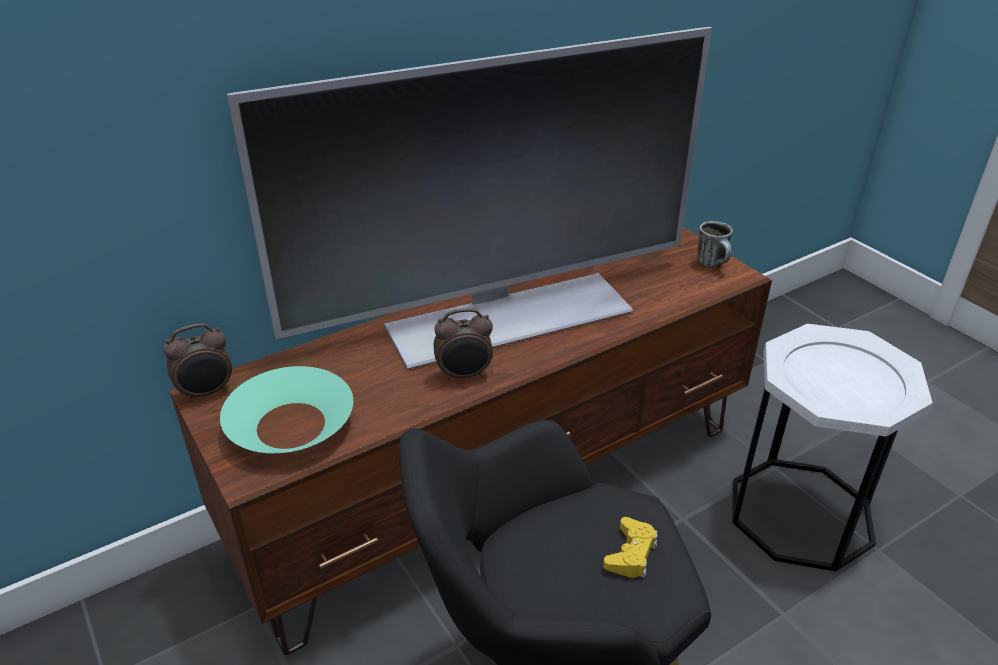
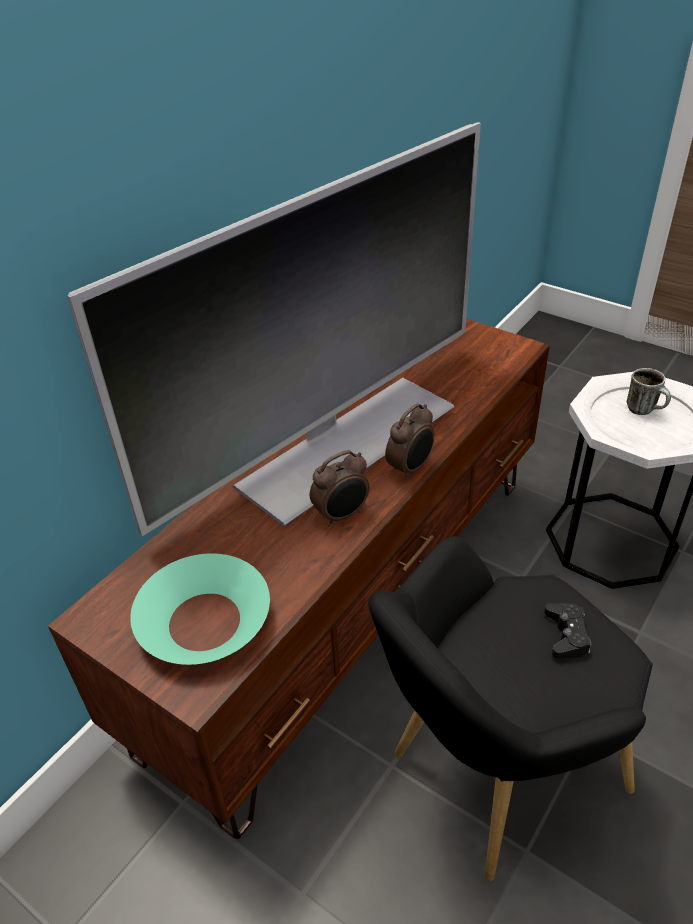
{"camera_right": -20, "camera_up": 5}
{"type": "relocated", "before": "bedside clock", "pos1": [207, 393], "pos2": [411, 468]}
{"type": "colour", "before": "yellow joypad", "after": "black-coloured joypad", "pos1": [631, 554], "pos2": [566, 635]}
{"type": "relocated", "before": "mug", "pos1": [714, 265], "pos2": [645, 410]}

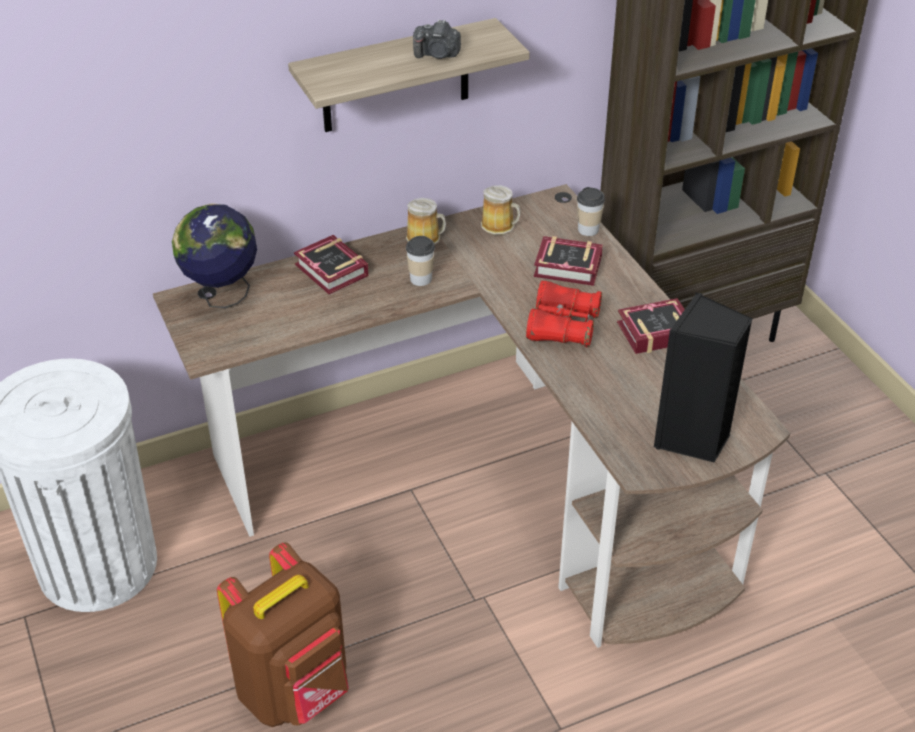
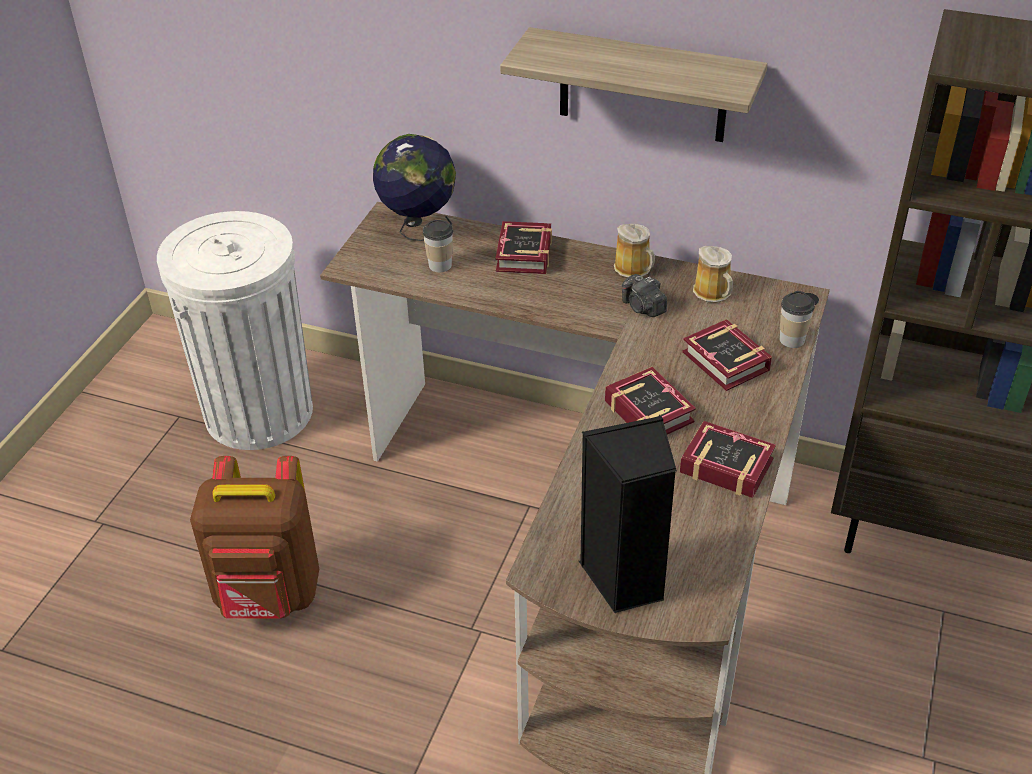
{"camera_right": 45, "camera_up": 0}
{"type": "relocated", "before": "drinking cup", "pos1": [421, 279], "pos2": [440, 265]}
{"type": "relocated", "before": "still camera", "pos1": [437, 55], "pos2": [643, 307]}
{"type": "exchanged", "before": "red binoculars", "after": "bound book", "pos1": [563, 326], "pos2": [648, 409]}

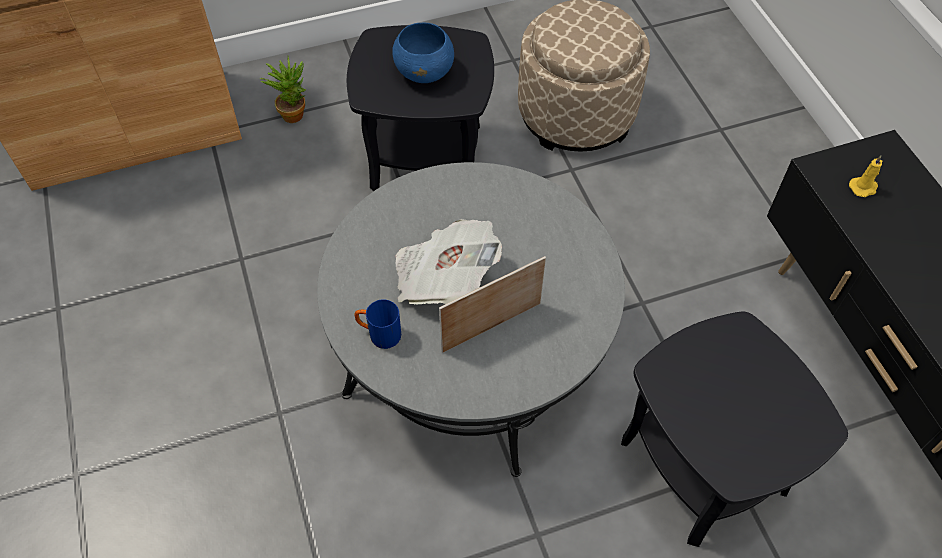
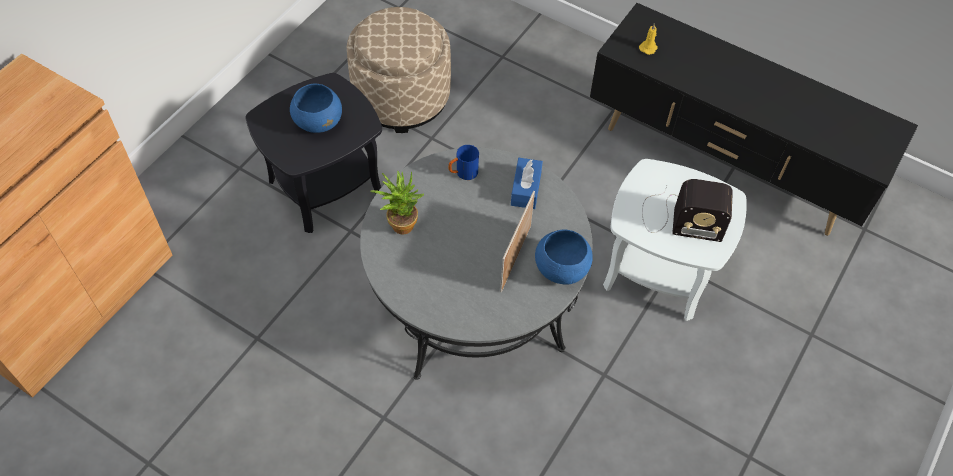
{"camera_right": -40, "camera_up": 0}
{"type": "relocated", "before": "potted plant", "pos1": [293, 112], "pos2": [400, 222]}
{"type": "relocated", "before": "blue mug", "pos1": [379, 334], "pos2": [463, 173]}
{"type": "missing", "before": "daily paper", "pos1": [444, 278]}
{"type": "colour", "before": "black-coloured accent table", "after": "white-coloured accent table", "pos1": [703, 466], "pos2": [659, 272]}
{"type": "appeared", "after": "blue box of tissues", "pos2": [526, 189]}
{"type": "appeared", "after": "blue bowl", "pos2": [561, 269]}
{"type": "appeared", "after": "radio set", "pos2": [679, 218]}

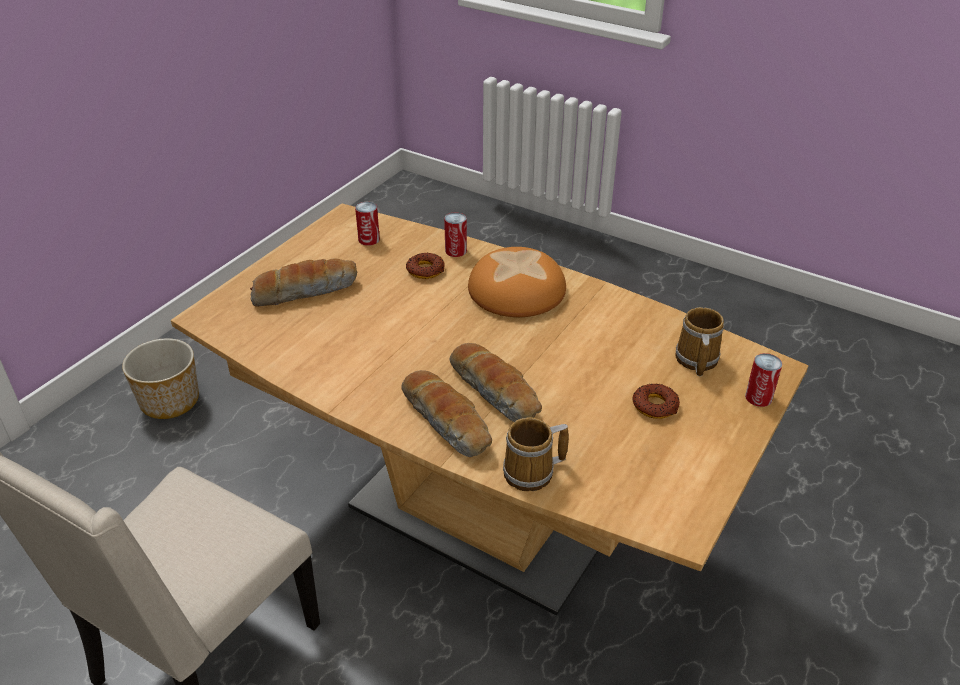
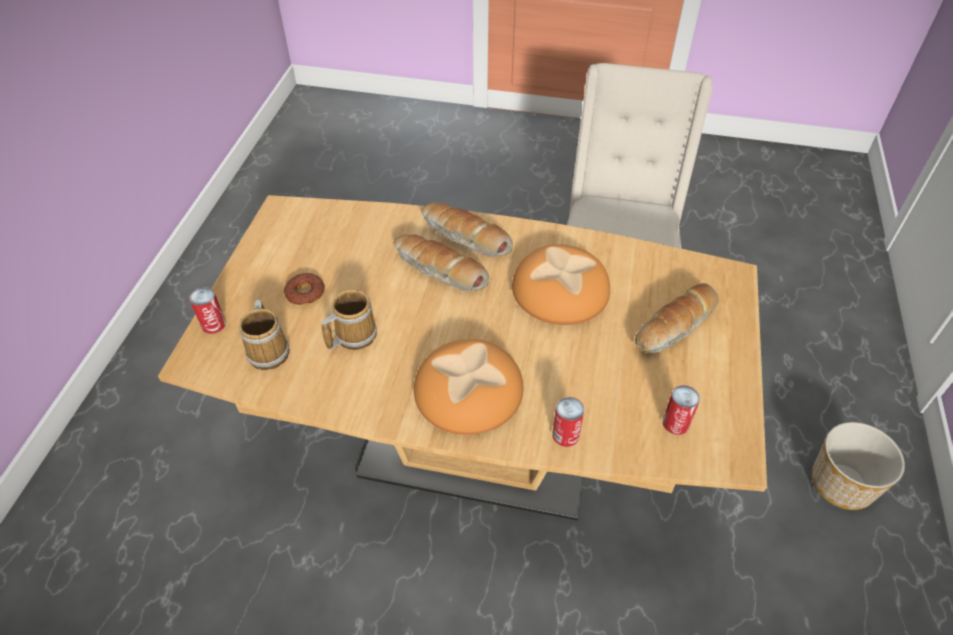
{"camera_right": 160, "camera_up": 10}
{"type": "missing", "before": "doughnut", "pos1": [425, 270]}
{"type": "relocated", "before": "mug", "pos1": [532, 473], "pos2": [352, 335]}
{"type": "appeared", "after": "bakery bread", "pos2": [559, 290]}

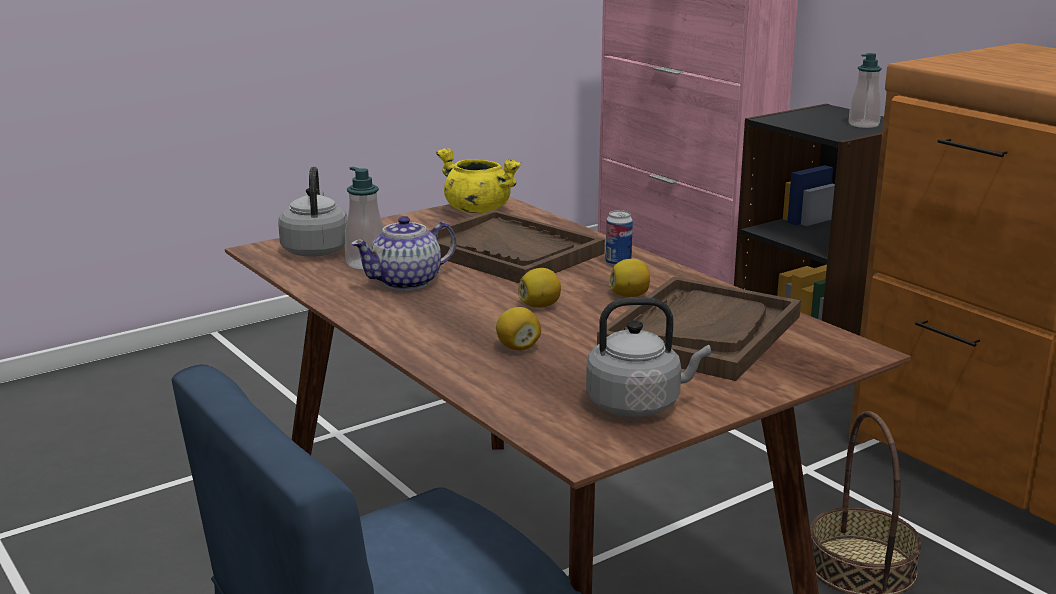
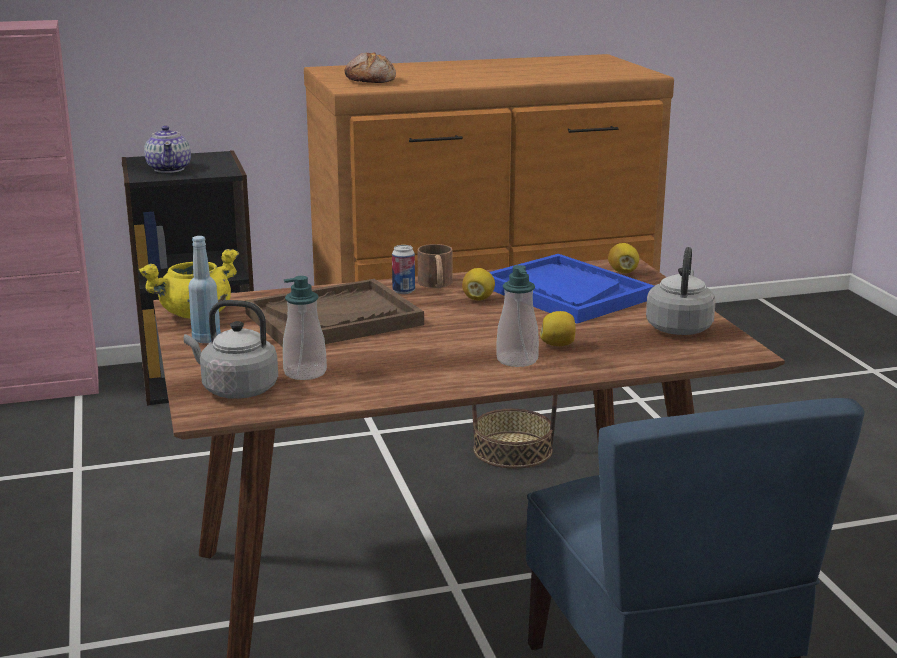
{"camera_right": -70, "camera_up": 0}
{"type": "relocated", "before": "tea pot", "pos1": [407, 282], "pos2": [169, 169]}
{"type": "relocated", "before": "whole lemon", "pos1": [540, 306], "pos2": [623, 272]}
{"type": "colour", "before": "brownish carrying tray", "after": "blue carrying tray", "pos1": [701, 332], "pos2": [566, 292]}
{"type": "relocated", "before": "soap bottle", "pos1": [863, 125], "pos2": [517, 360]}
{"type": "appeared", "after": "blue drink bottle", "pos2": [206, 339]}
{"type": "appeared", "after": "bakery bread", "pos2": [371, 81]}
{"type": "appeared", "after": "brownish mug", "pos2": [436, 285]}

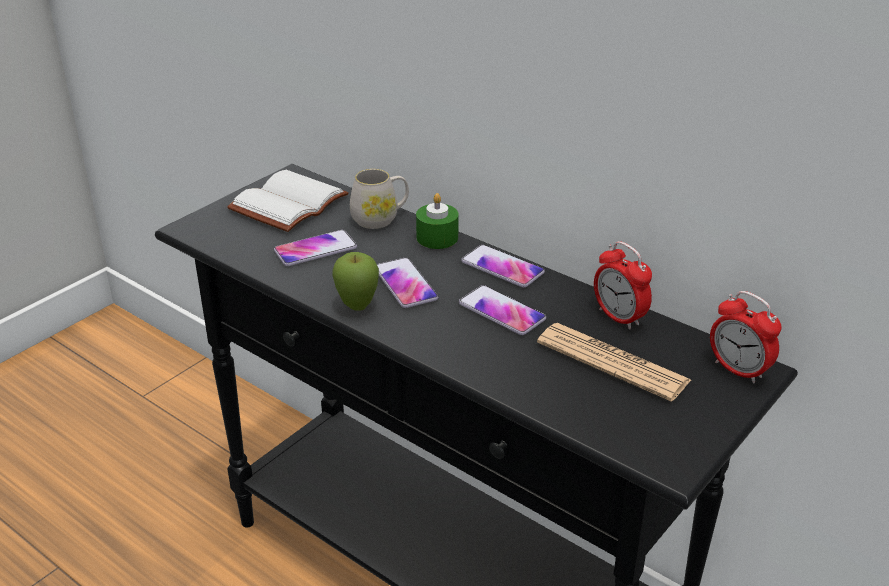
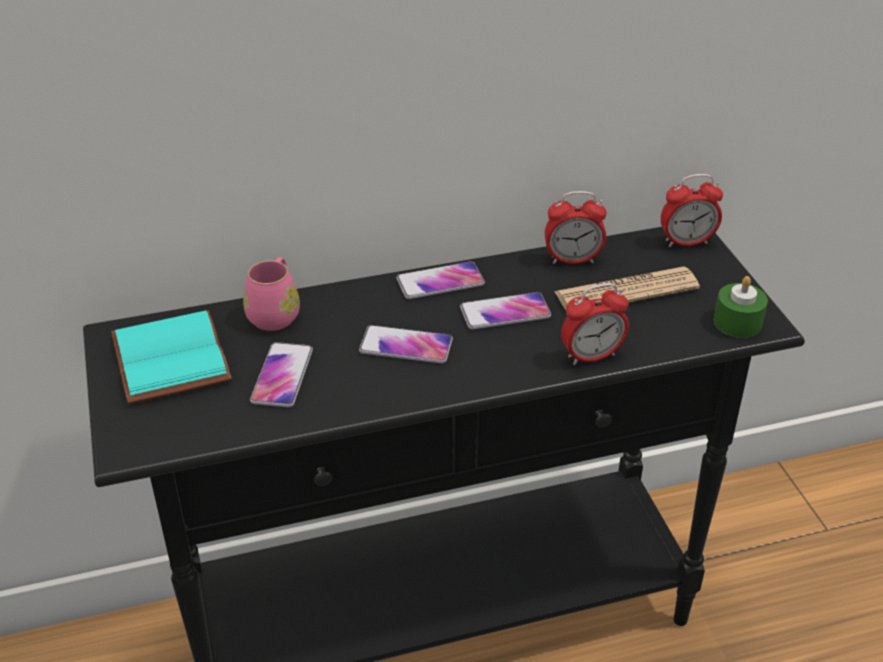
{"camera_right": -55, "camera_up": 5}
{"type": "colour", "before": "white-coloured bound book", "after": "turquoise-coloured bound book", "pos1": [287, 202], "pos2": [166, 358]}
{"type": "missing", "before": "apple", "pos1": [357, 307]}
{"type": "colour", "before": "white-coloured mug", "after": "pink mug", "pos1": [380, 218], "pos2": [275, 313]}
{"type": "relocated", "before": "green-coloured wax light", "pos1": [437, 237], "pos2": [737, 322]}
{"type": "appeared", "after": "bedside clock", "pos2": [591, 356]}

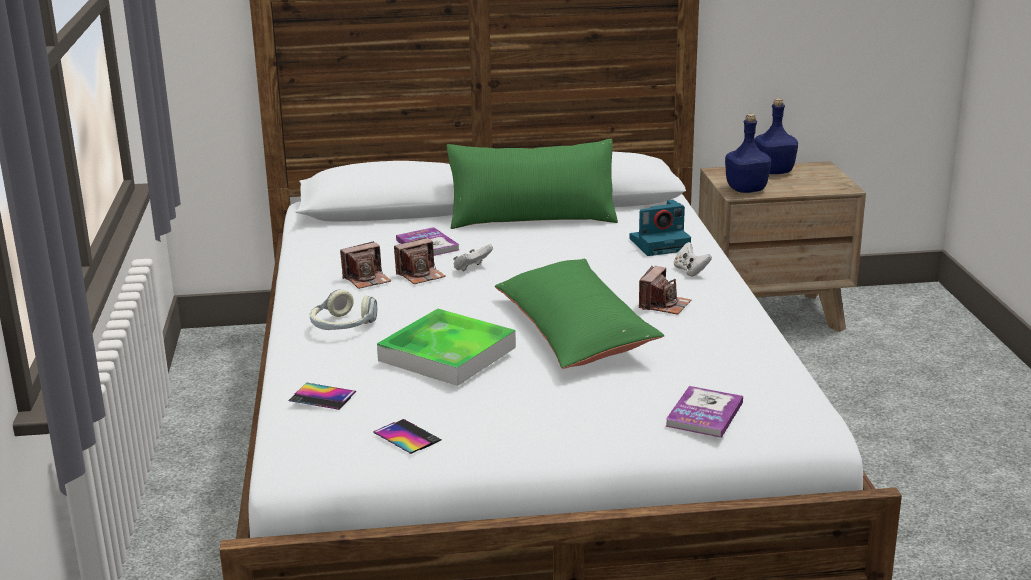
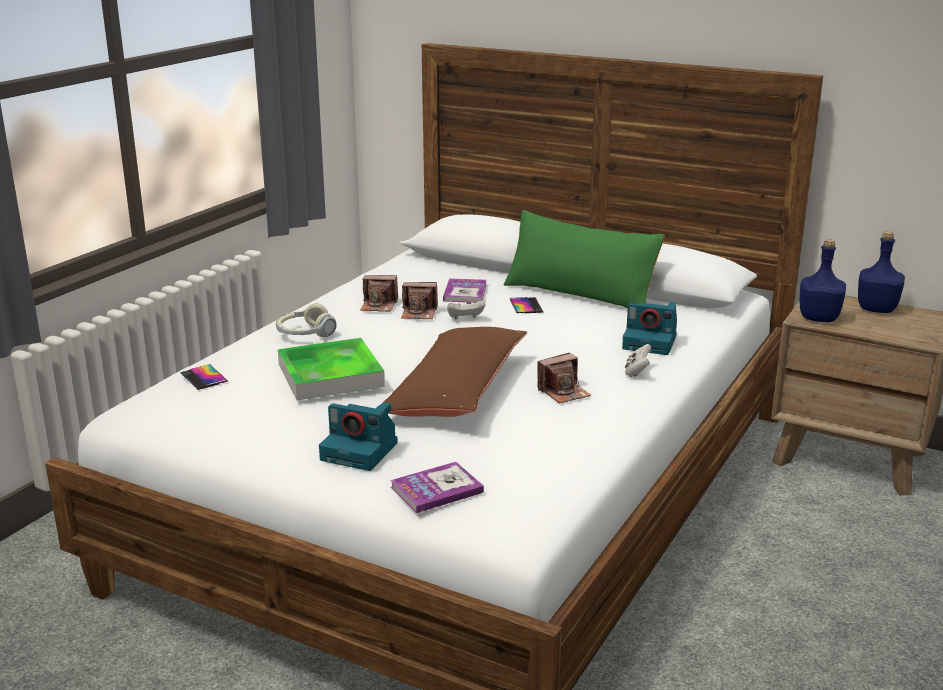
{"camera_right": 35, "camera_up": 0}
{"type": "relocated", "before": "phone", "pos1": [407, 437], "pos2": [526, 305]}
{"type": "colour", "before": "green-coloured cushion", "after": "brownish cushion", "pos1": [574, 332], "pos2": [456, 390]}
{"type": "appeared", "after": "still camera", "pos2": [361, 451]}

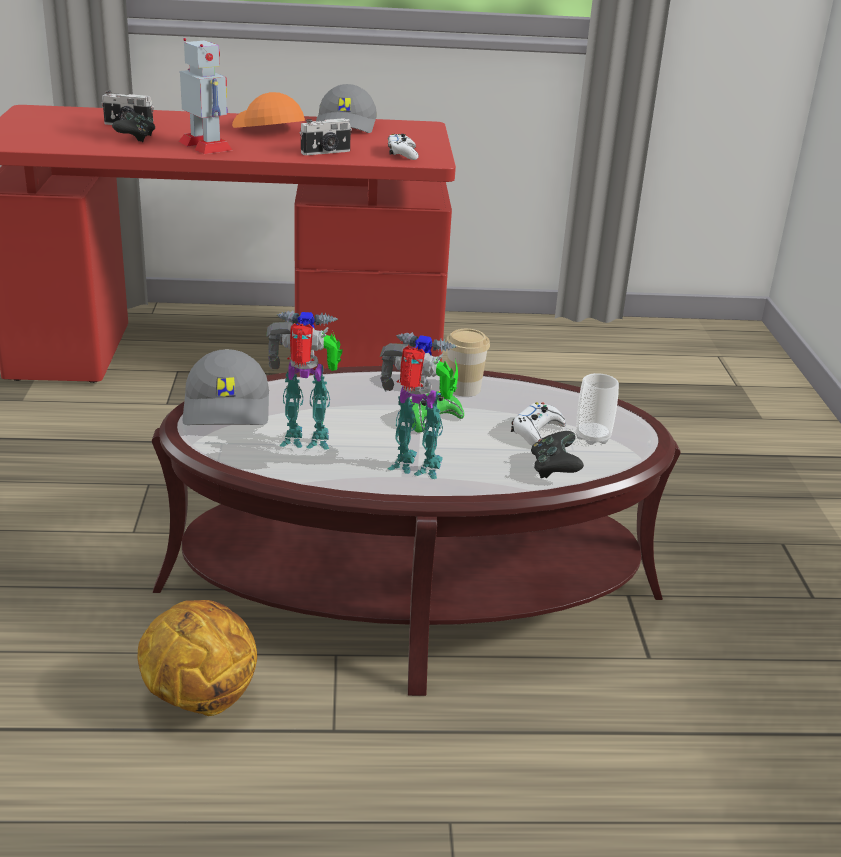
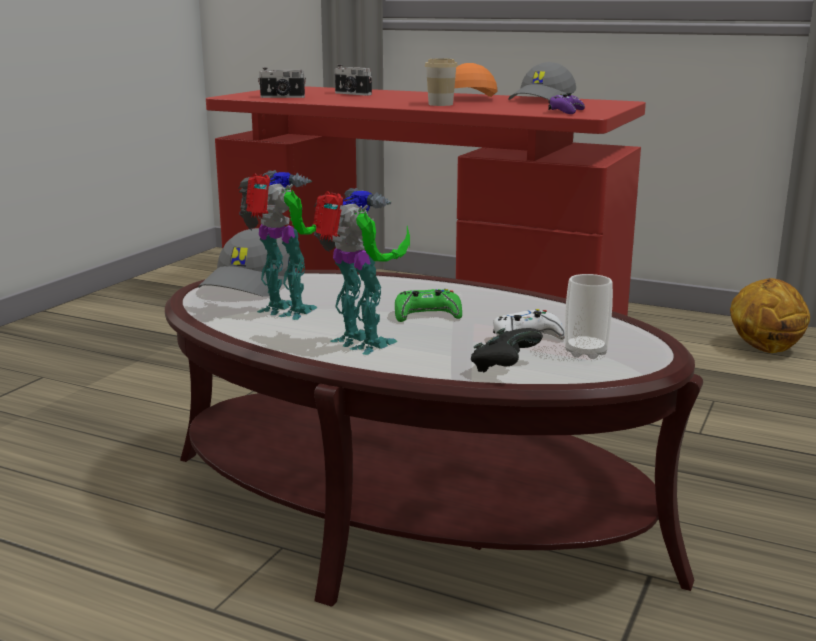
{"camera_right": 30, "camera_up": -10}
{"type": "missing", "before": "black-coloured joypad", "pos1": [136, 138]}
{"type": "relocated", "before": "basketball ball", "pos1": [199, 699], "pos2": [764, 349]}
{"type": "missing", "before": "toy robot", "pos1": [206, 146]}
{"type": "relocated", "before": "still camera", "pos1": [326, 152], "pos2": [282, 97]}
{"type": "colour", "before": "white-coloured joypad", "after": "purple-coloured joypad", "pos1": [402, 153], "pos2": [565, 111]}
{"type": "relocated", "before": "drinking cup", "pos1": [464, 389], "pos2": [440, 104]}

